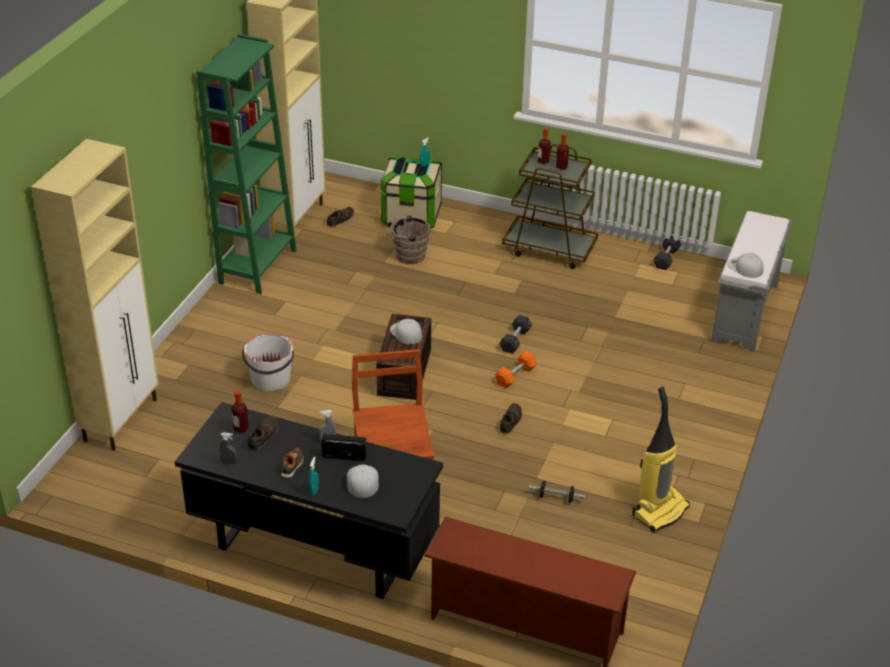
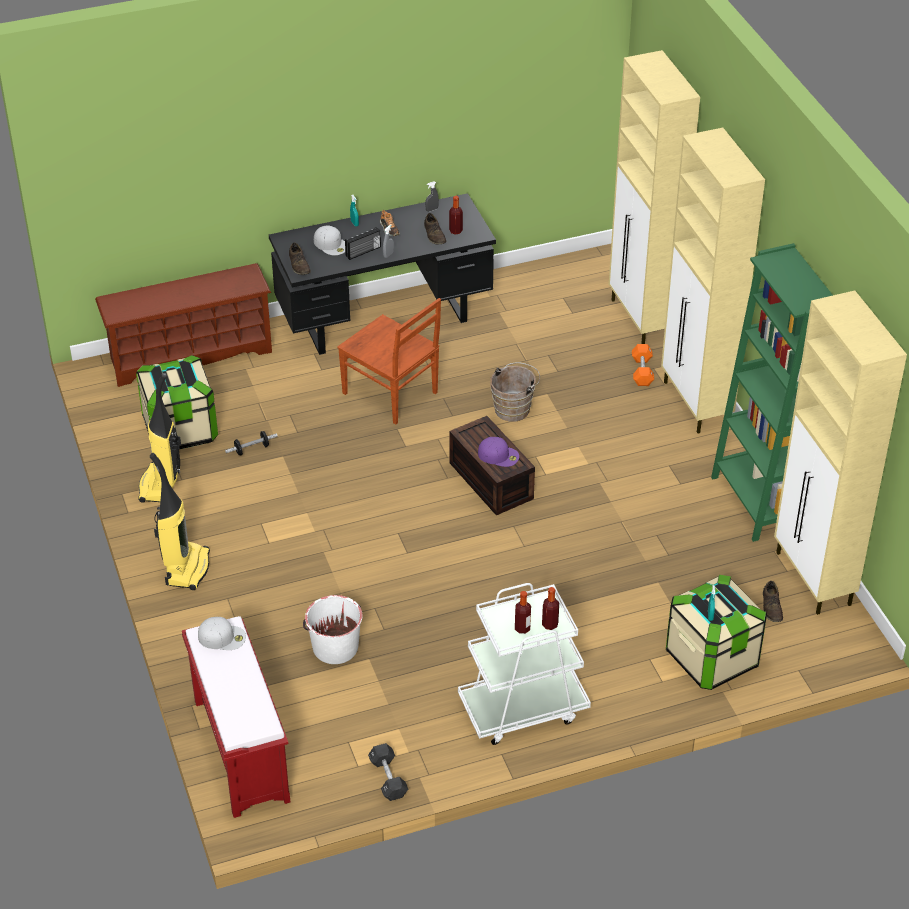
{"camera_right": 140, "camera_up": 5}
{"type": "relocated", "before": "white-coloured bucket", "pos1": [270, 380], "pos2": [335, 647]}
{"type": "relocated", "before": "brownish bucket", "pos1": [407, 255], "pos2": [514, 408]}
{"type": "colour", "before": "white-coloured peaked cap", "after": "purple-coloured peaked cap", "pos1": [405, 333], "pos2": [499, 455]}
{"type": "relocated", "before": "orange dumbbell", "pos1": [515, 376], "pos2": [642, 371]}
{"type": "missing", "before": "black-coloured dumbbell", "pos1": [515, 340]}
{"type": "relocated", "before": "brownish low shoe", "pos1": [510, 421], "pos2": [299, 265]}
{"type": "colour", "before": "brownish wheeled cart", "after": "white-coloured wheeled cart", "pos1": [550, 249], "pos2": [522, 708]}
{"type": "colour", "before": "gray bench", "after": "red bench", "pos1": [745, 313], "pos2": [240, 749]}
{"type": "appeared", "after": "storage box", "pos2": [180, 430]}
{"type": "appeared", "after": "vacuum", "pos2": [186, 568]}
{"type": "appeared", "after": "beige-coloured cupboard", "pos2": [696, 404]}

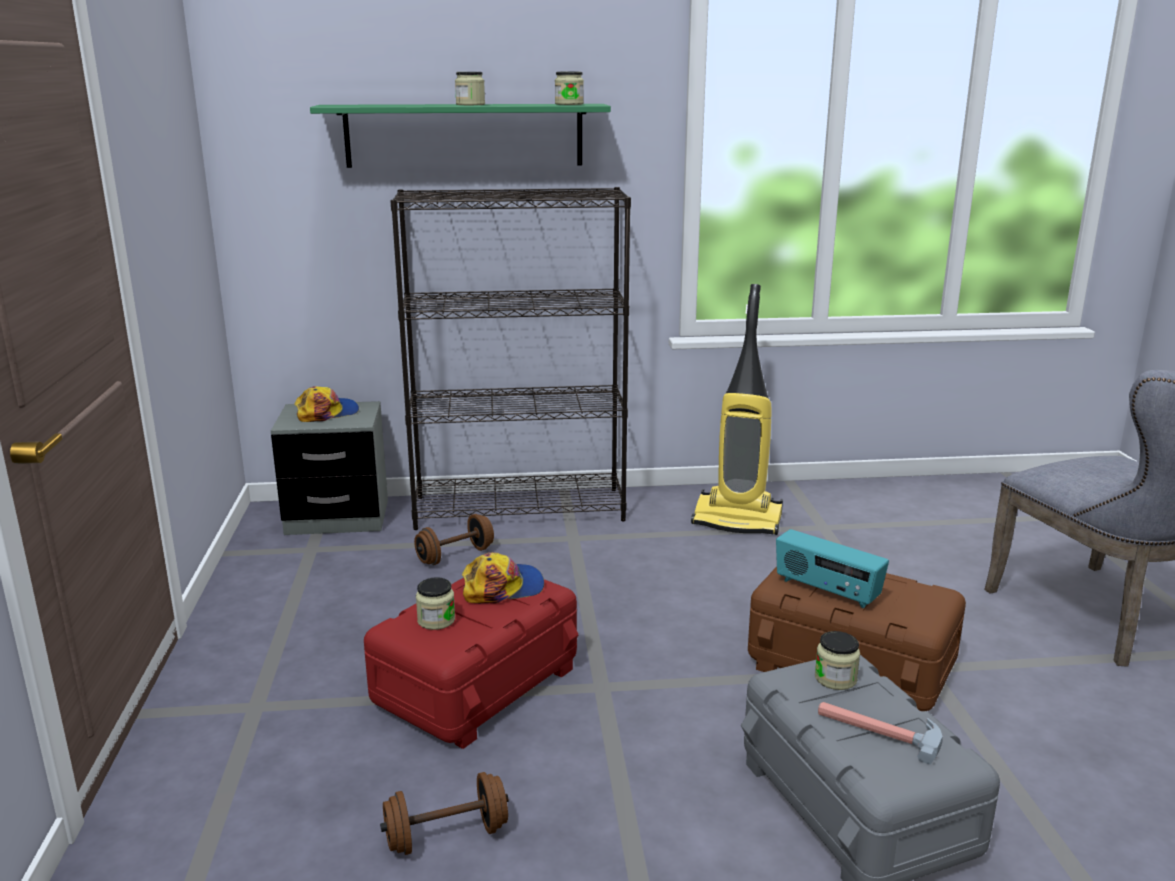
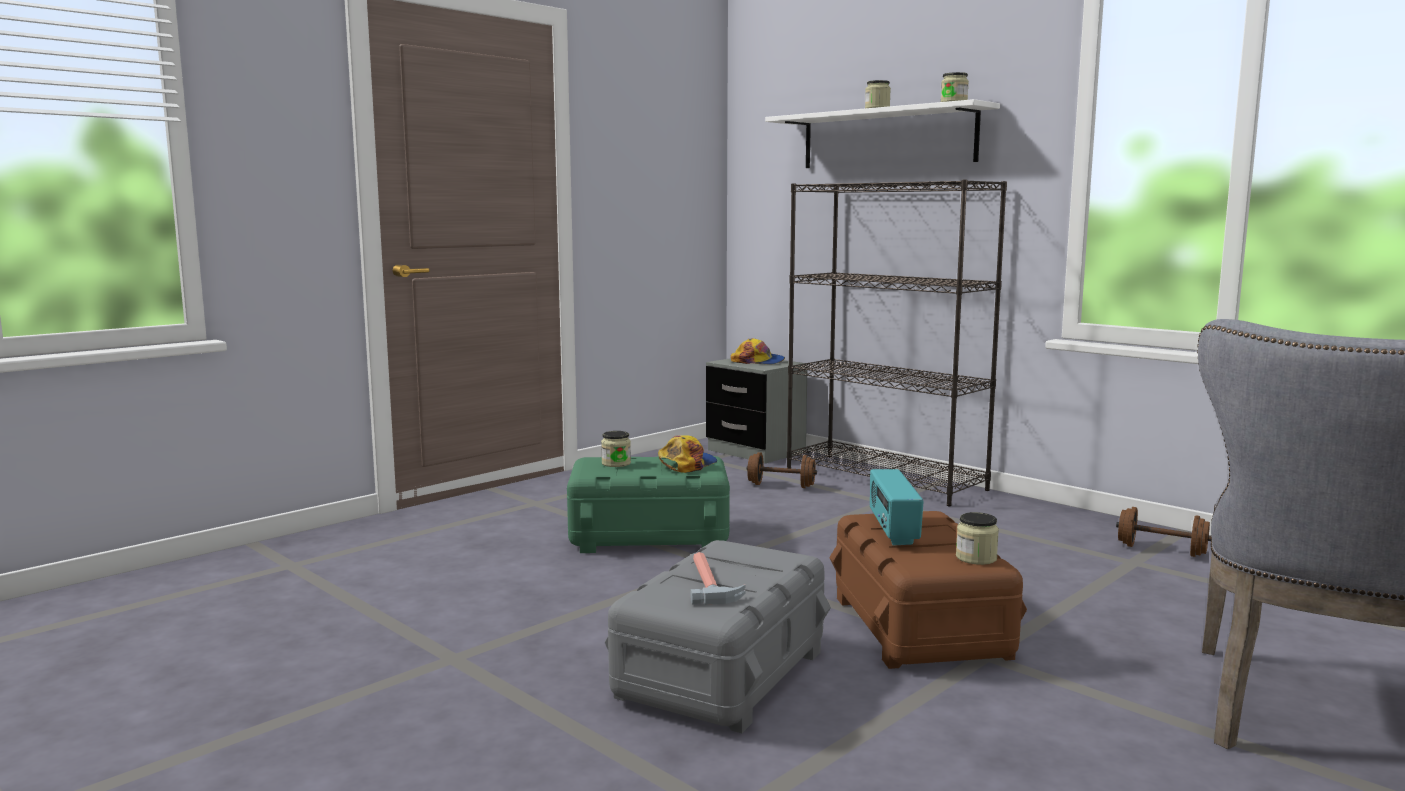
{"camera_right": 50, "camera_up": -10}
{"type": "colour", "before": "green-coloured shelf", "after": "white-coloured shelf", "pos1": [464, 135], "pos2": [887, 138]}
{"type": "colour", "before": "red storage box", "after": "green-coloured storage box", "pos1": [476, 684], "pos2": [649, 535]}
{"type": "relocated", "before": "brownish dumbbell", "pos1": [446, 836], "pos2": [1161, 550]}
{"type": "spun", "before": "peaked cap", "pos1": [503, 587], "pos2": [686, 464], "turn": -90}
{"type": "missing", "before": "vacuum", "pos1": [738, 520]}
{"type": "relocated", "before": "preserve jar", "pos1": [835, 678], "pos2": [976, 558]}

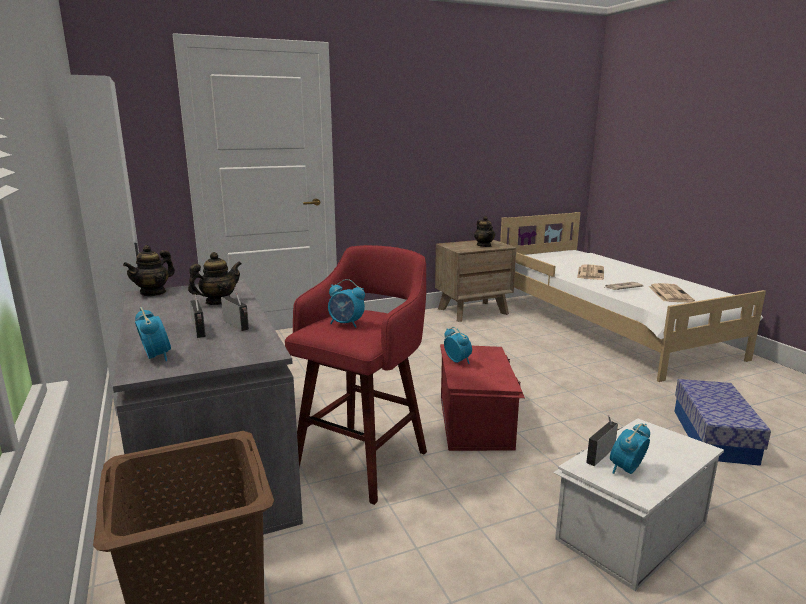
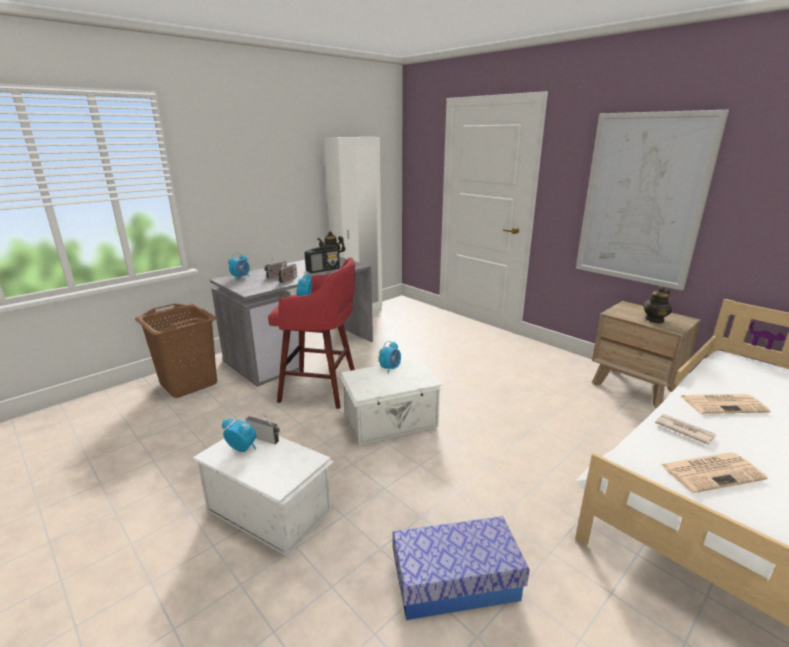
{"camera_right": 70, "camera_up": 5}
{"type": "exchanged", "before": "tea pot", "after": "radio set", "pos1": [218, 302], "pos2": [323, 270]}
{"type": "colour", "before": "red storage box", "after": "white-coloured storage box", "pos1": [476, 422], "pos2": [392, 422]}
{"type": "appeared", "after": "picture", "pos2": [642, 200]}

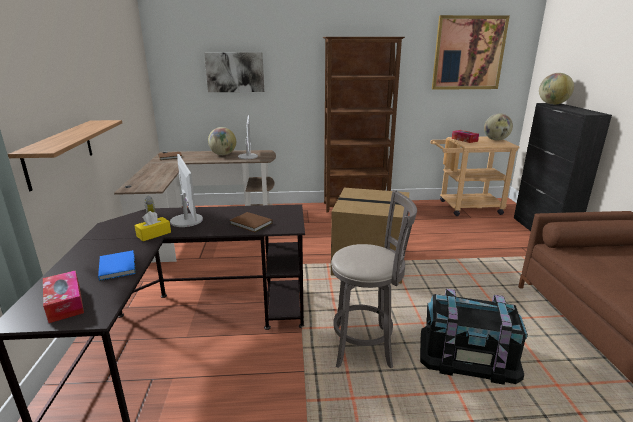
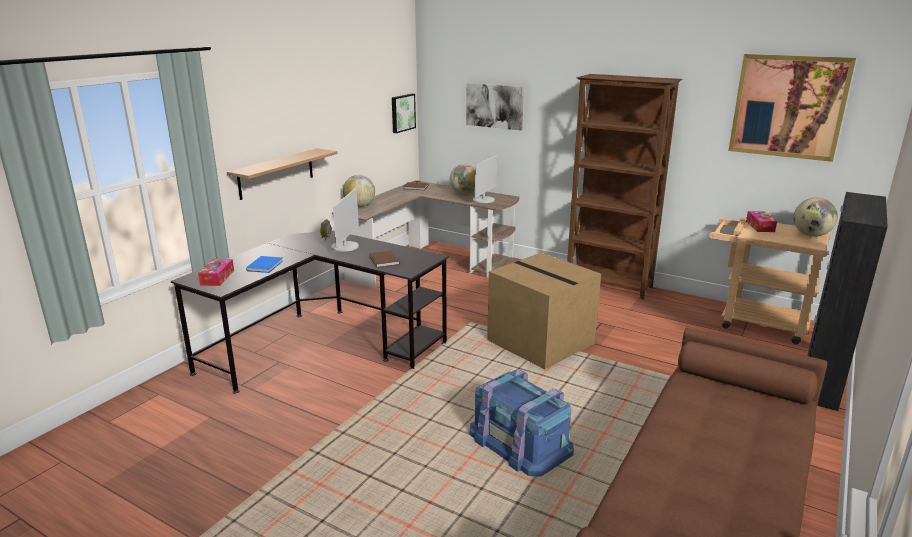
{"camera_right": 35, "camera_up": 0}
{"type": "missing", "before": "yellow box of tissues", "pos1": [154, 234]}
{"type": "missing", "before": "gray sitting stool", "pos1": [366, 346]}
{"type": "colour", "before": "black-coloured storage box", "after": "blue storage box", "pos1": [468, 354], "pos2": [520, 441]}
{"type": "relocated", "before": "desk globe", "pos1": [552, 104], "pos2": [360, 206]}
{"type": "appeared", "after": "picture", "pos2": [402, 113]}

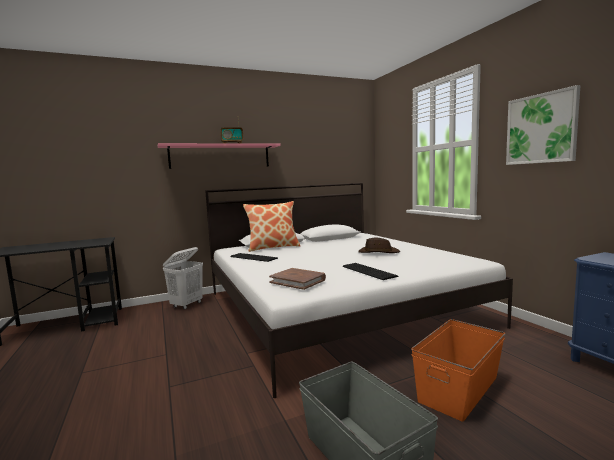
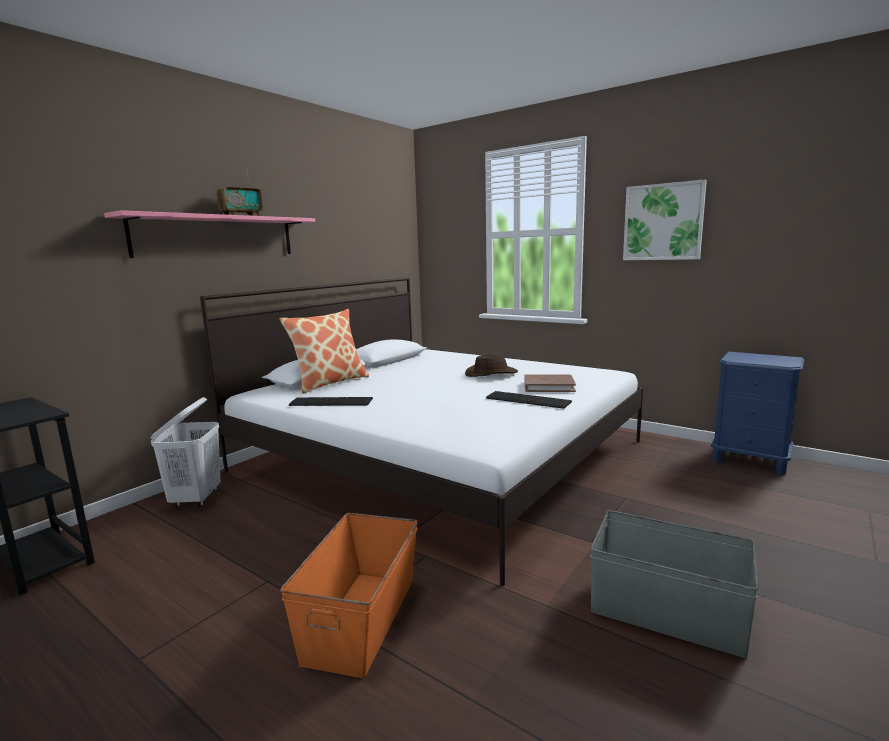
{"camera_right": -30, "camera_up": 5}
{"type": "relocated", "before": "brownish bound book", "pos1": [298, 281], "pos2": [548, 386]}
{"type": "relocated", "before": "orange storage box", "pos1": [459, 388], "pos2": [362, 618]}

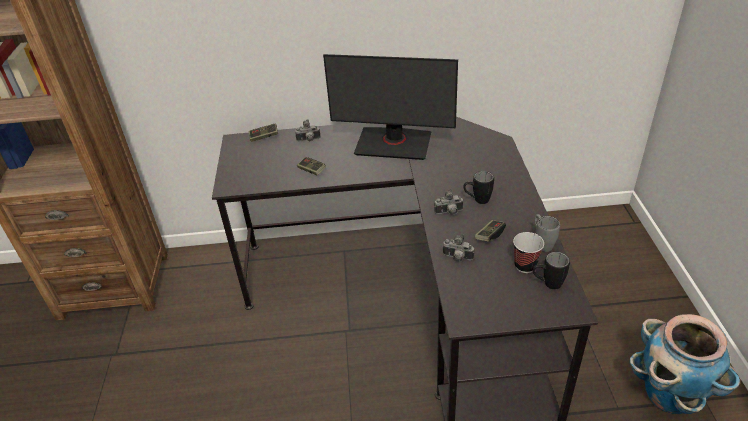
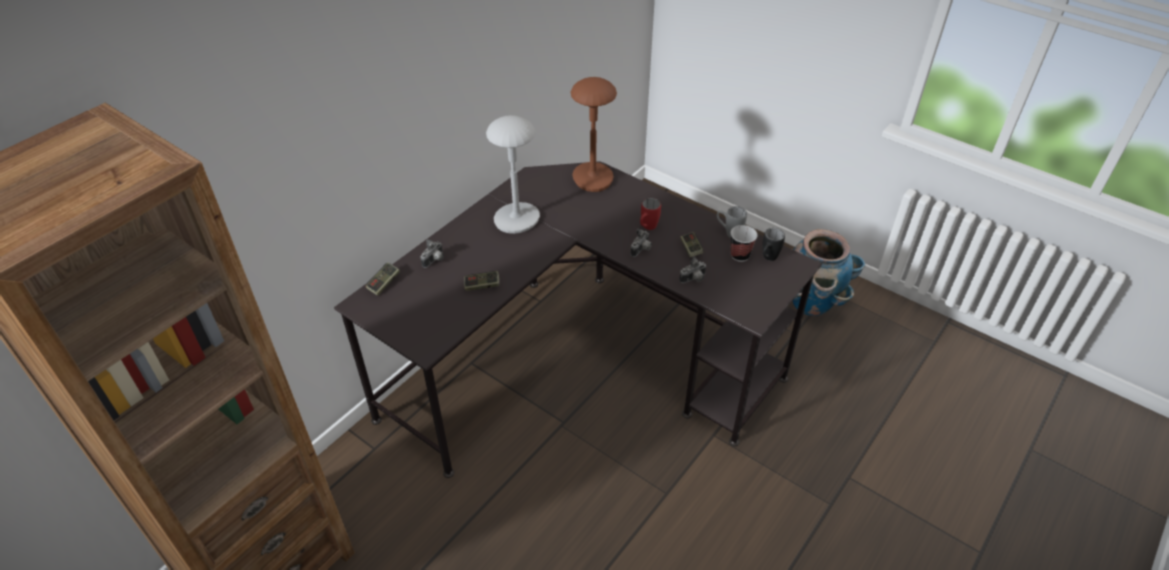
{"camera_right": -50, "camera_up": 5}
{"type": "exchanged", "before": "computer display", "after": "gray tabletop lamp", "pos1": [393, 143], "pos2": [517, 219]}
{"type": "colour", "before": "black-coloured mug", "after": "red mug", "pos1": [477, 200], "pos2": [647, 228]}
{"type": "appeared", "after": "brownish tabletop lamp", "pos2": [592, 178]}

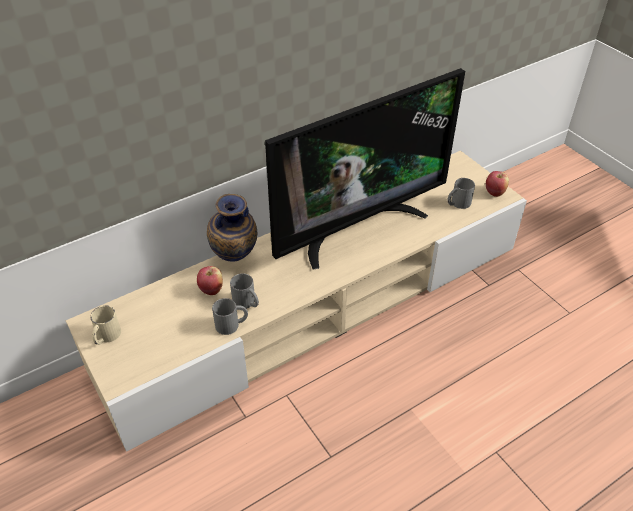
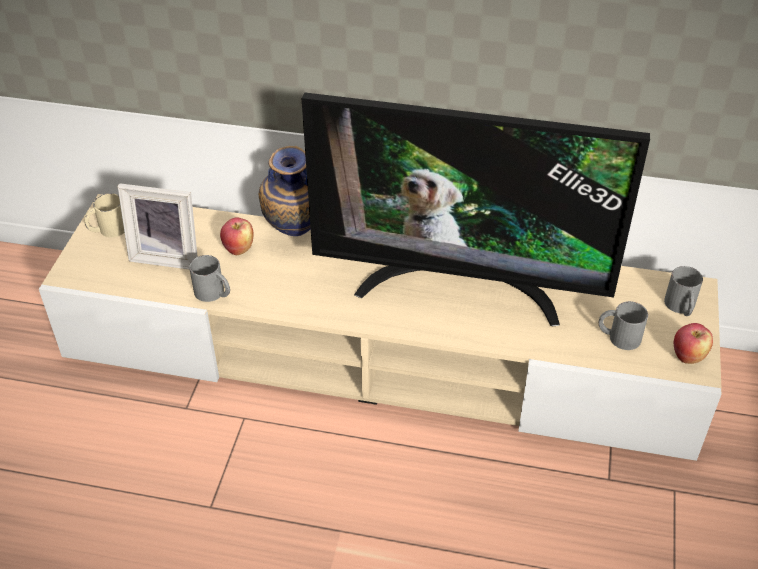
{"camera_right": 45, "camera_up": 0}
{"type": "relocated", "before": "gray mug", "pos1": [247, 302], "pos2": [681, 307]}
{"type": "appeared", "after": "picture frame", "pos2": [168, 255]}

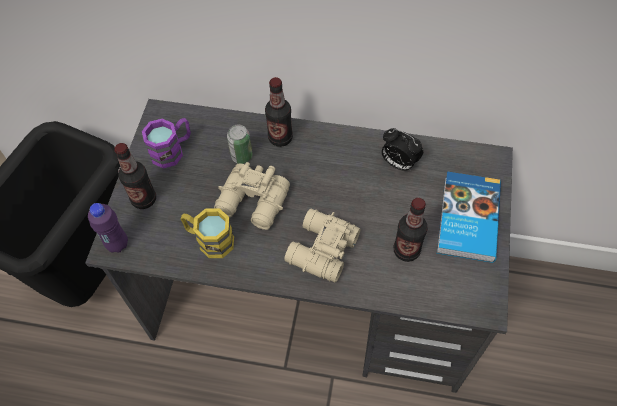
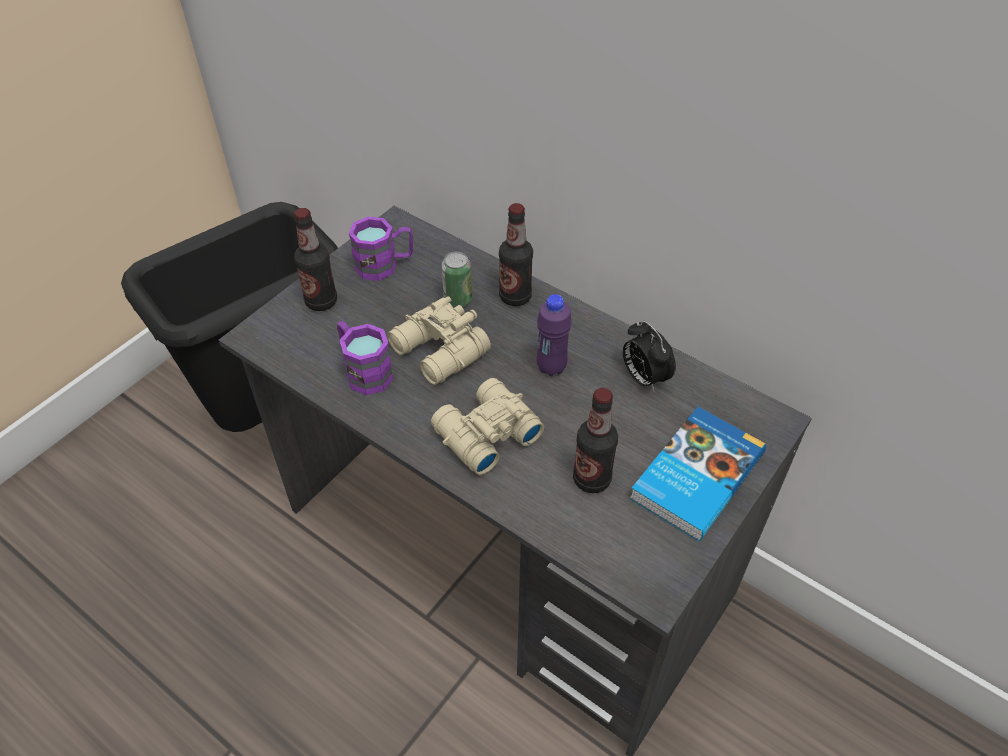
{"camera_right": 25, "camera_up": -10}
{"type": "relocated", "before": "purple-coloured drink bottle", "pos1": [117, 244], "pos2": [551, 367]}
{"type": "colour", "before": "yellow mug", "after": "purple-coloured mug", "pos1": [209, 240], "pos2": [364, 371]}

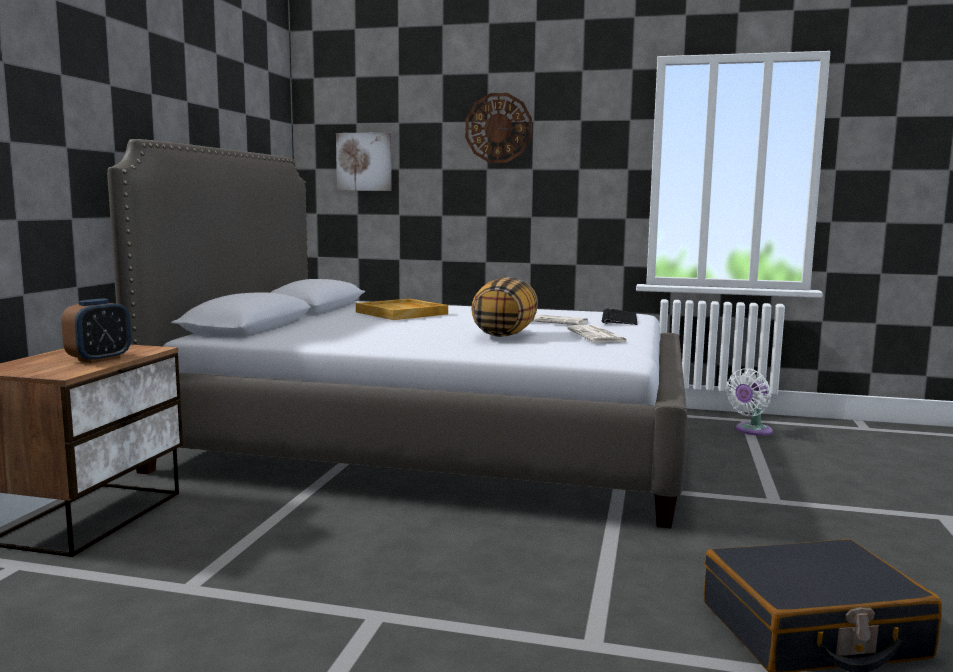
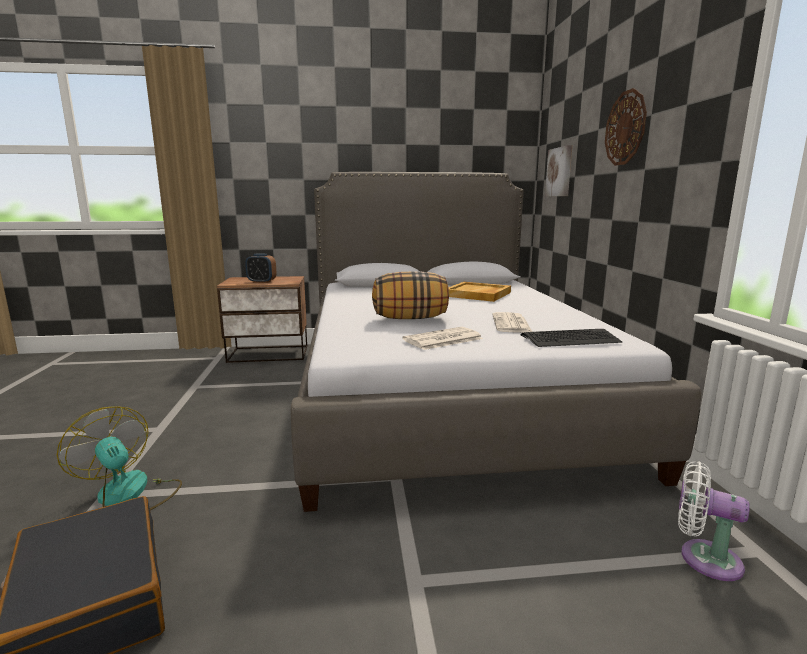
{"camera_right": 70, "camera_up": 5}
{"type": "appeared", "after": "cooling fan", "pos2": [129, 495]}

